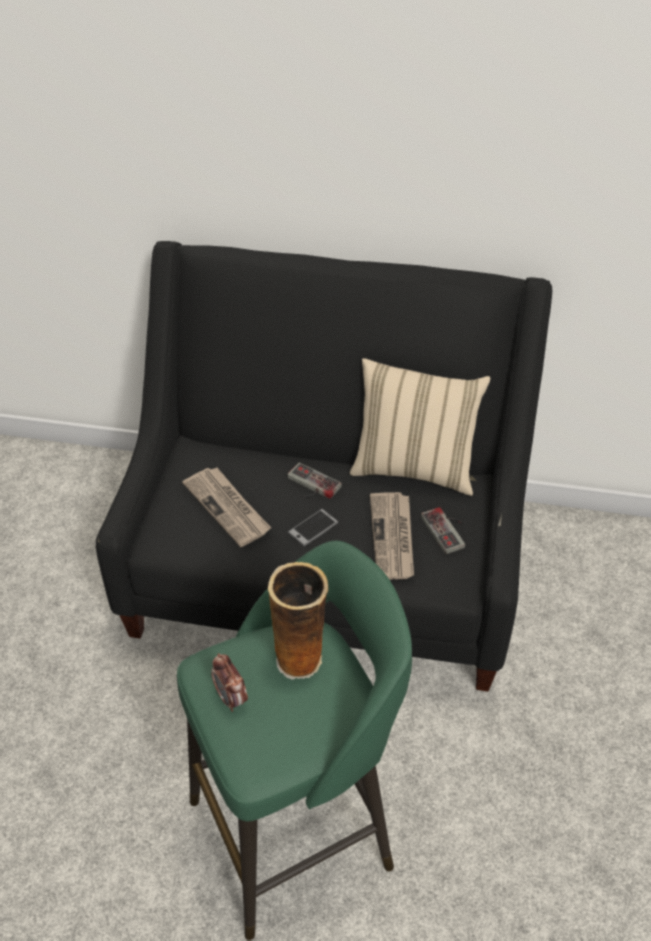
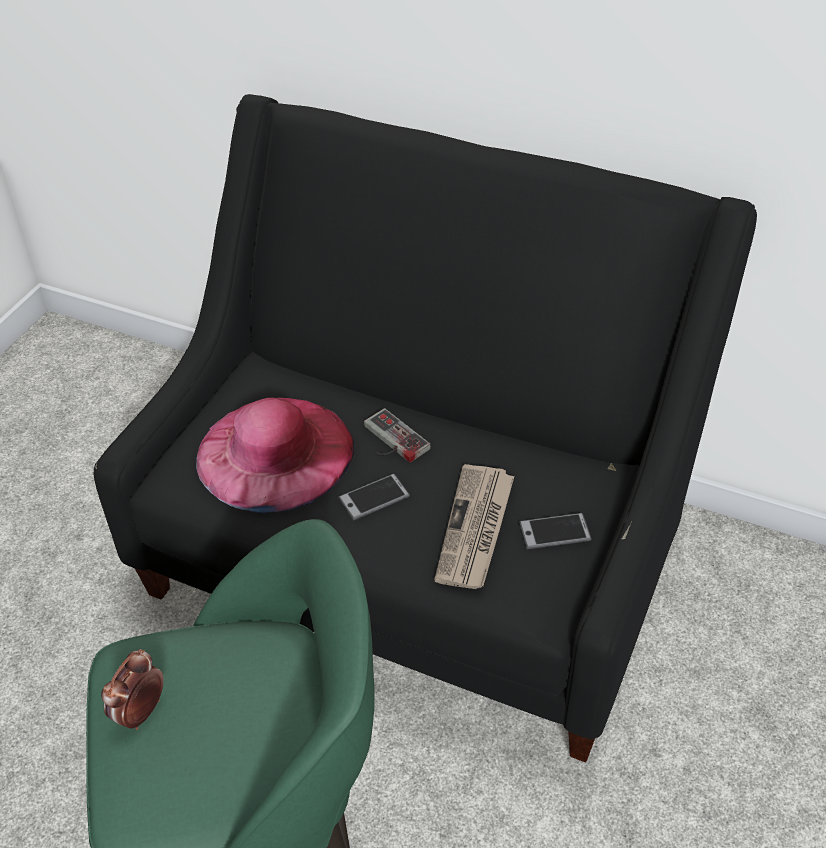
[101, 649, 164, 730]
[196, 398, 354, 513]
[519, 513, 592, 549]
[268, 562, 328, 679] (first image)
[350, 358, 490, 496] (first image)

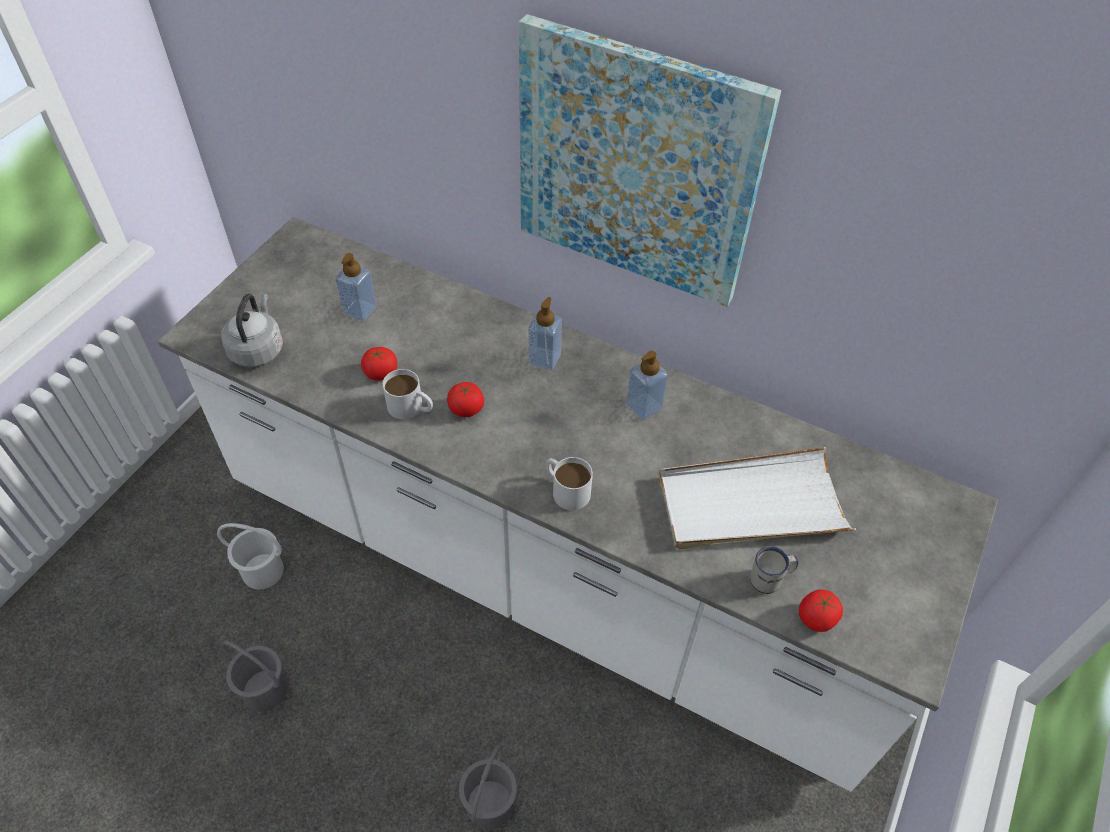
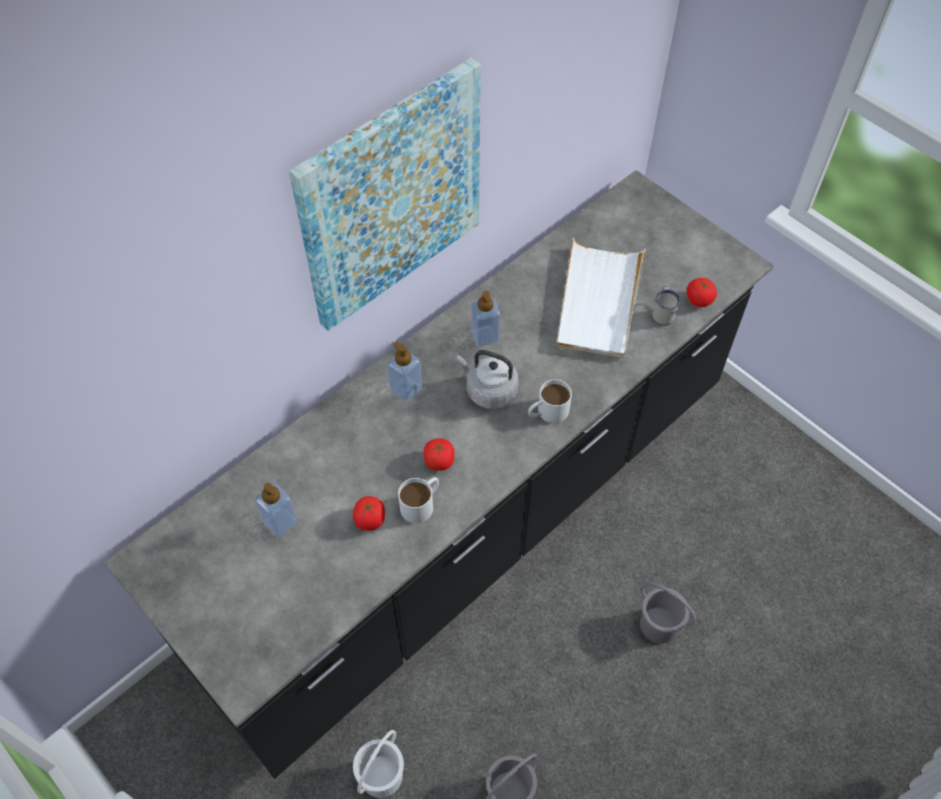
[104, 170, 774, 779]
[457, 350, 519, 409]

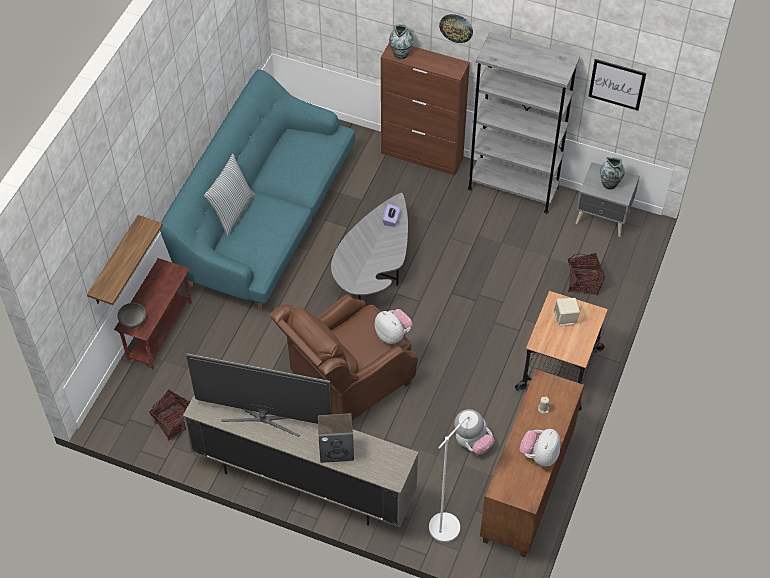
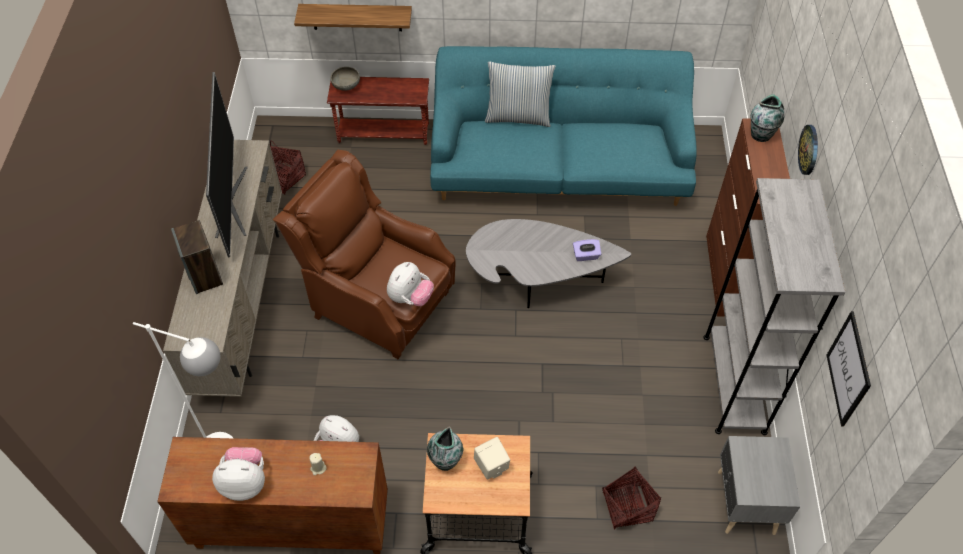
[427, 426, 463, 471]

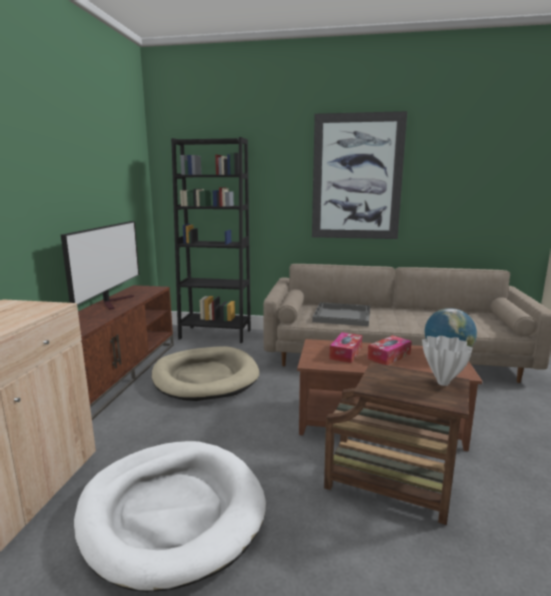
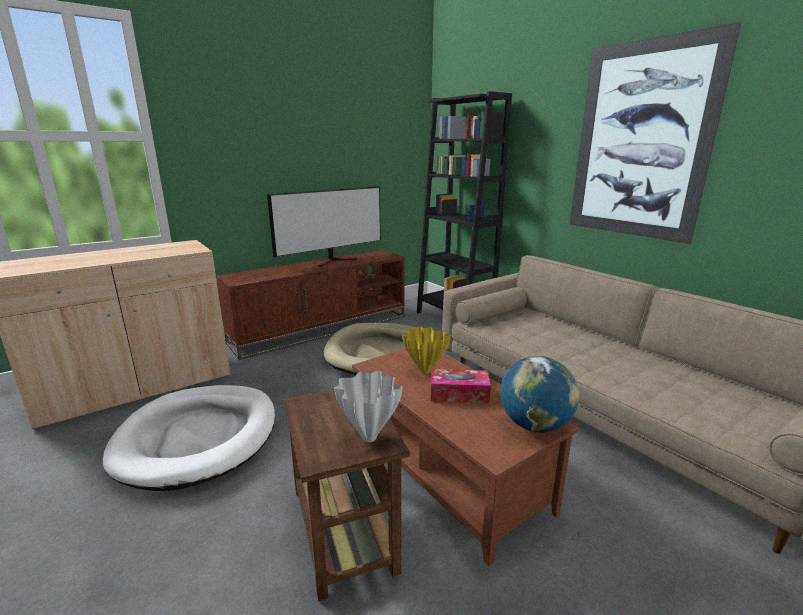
[402, 326, 451, 374]
[312, 302, 370, 326] (first image)

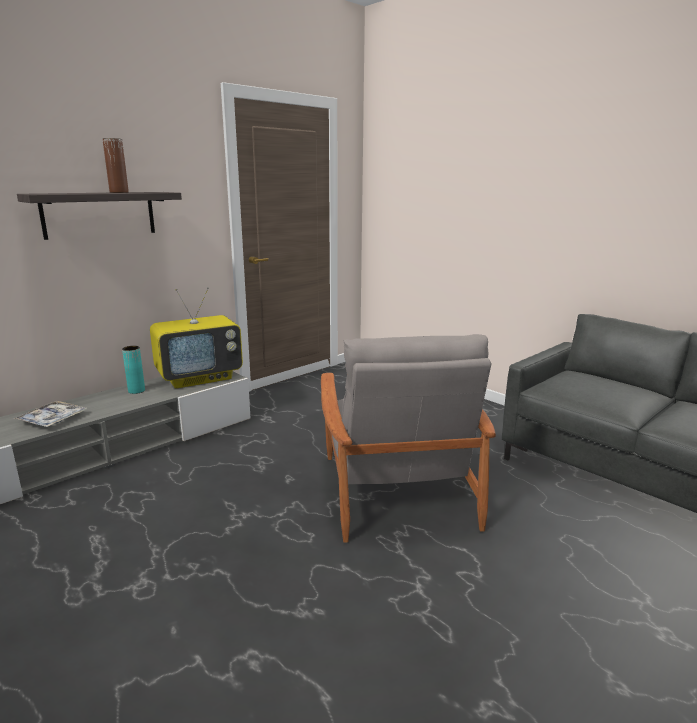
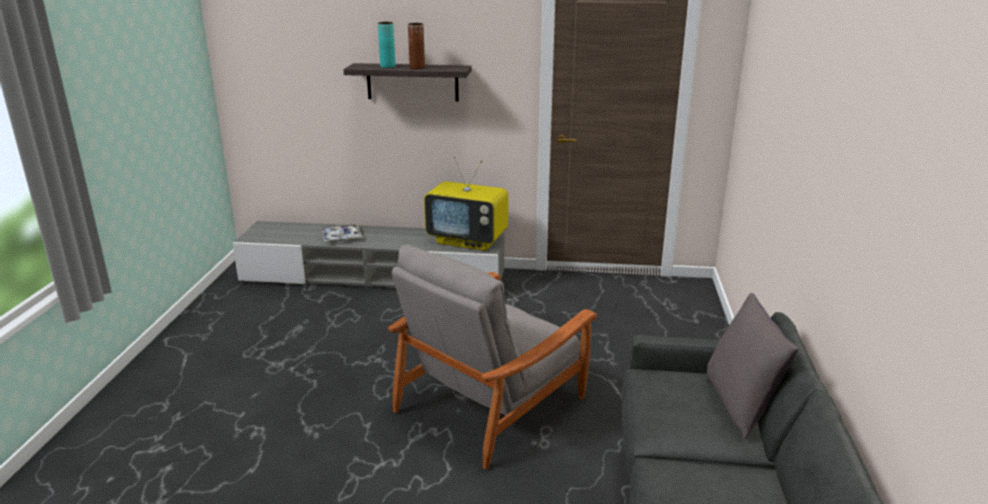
[378, 22, 395, 68]
[706, 293, 799, 440]

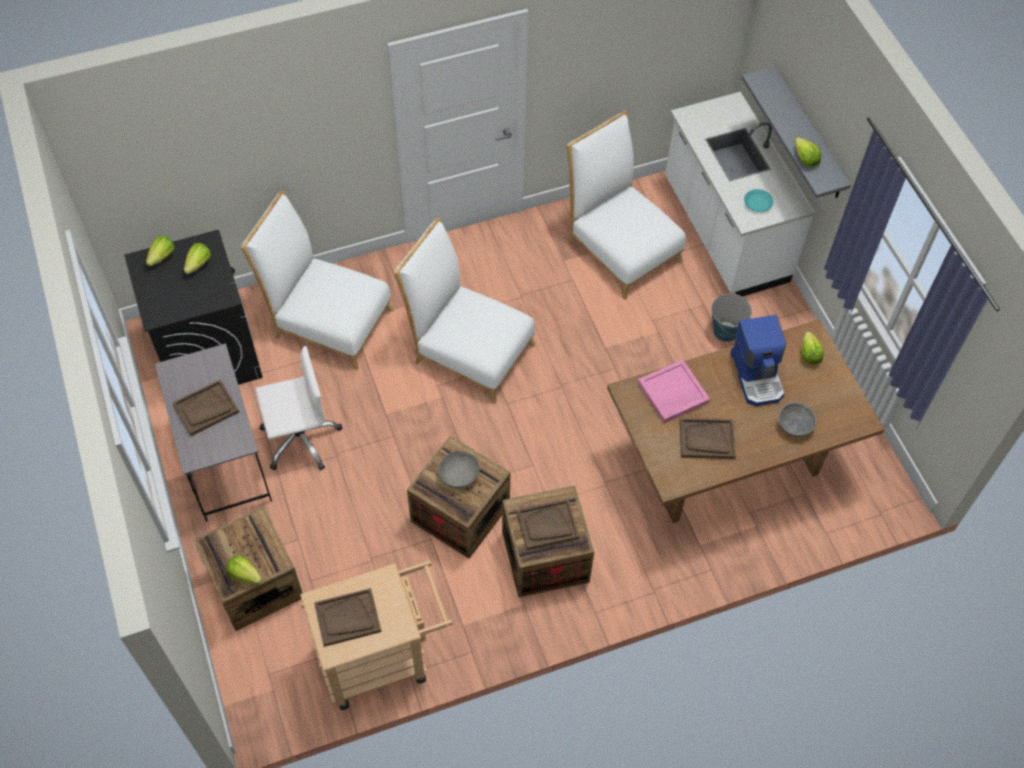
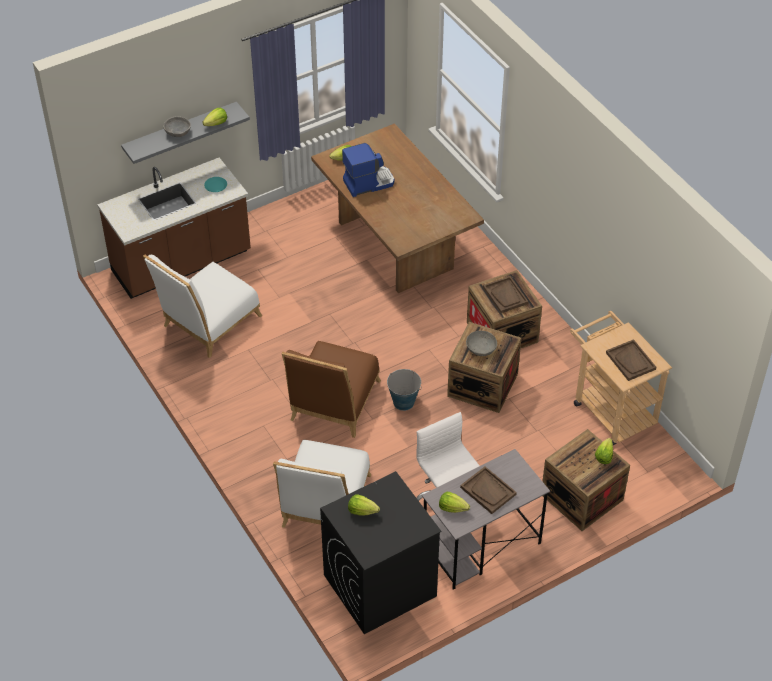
[97, 157, 251, 299]
[163, 116, 191, 137]
[281, 341, 381, 438]
[387, 369, 422, 411]
[439, 492, 470, 513]
[638, 360, 710, 423] (first image)
[679, 418, 736, 459] (first image)

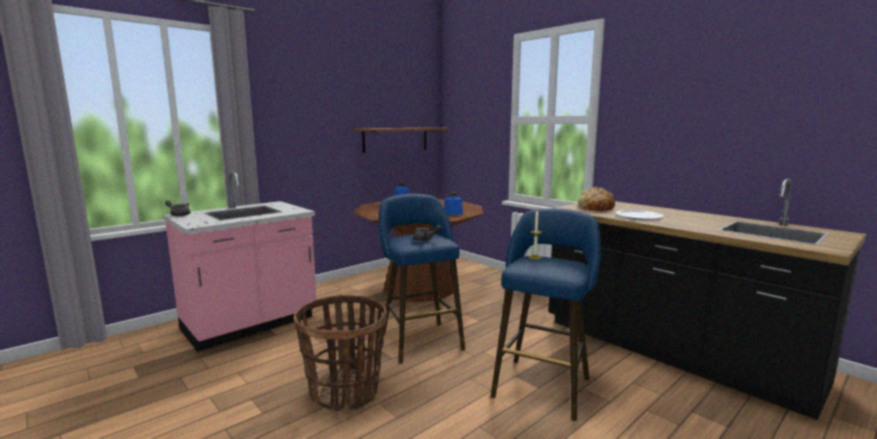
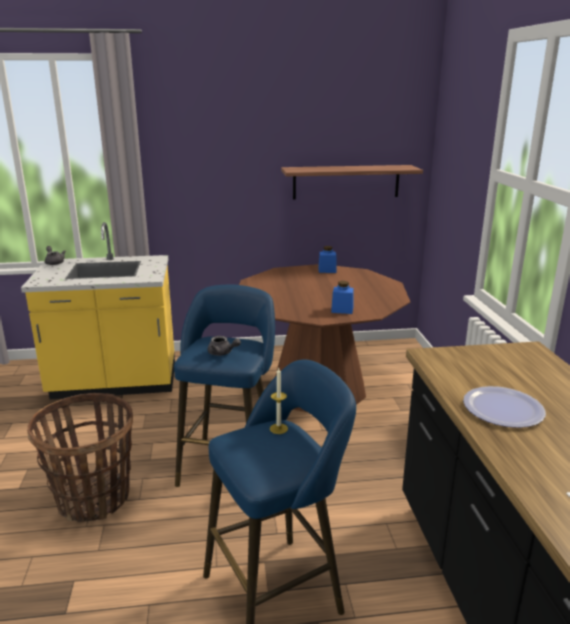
[21, 222, 175, 399]
[578, 187, 615, 211] (first image)

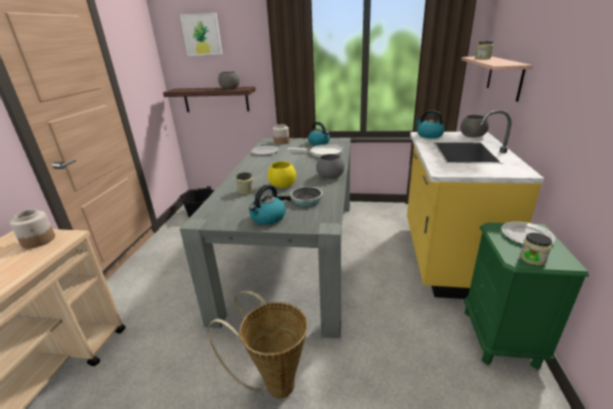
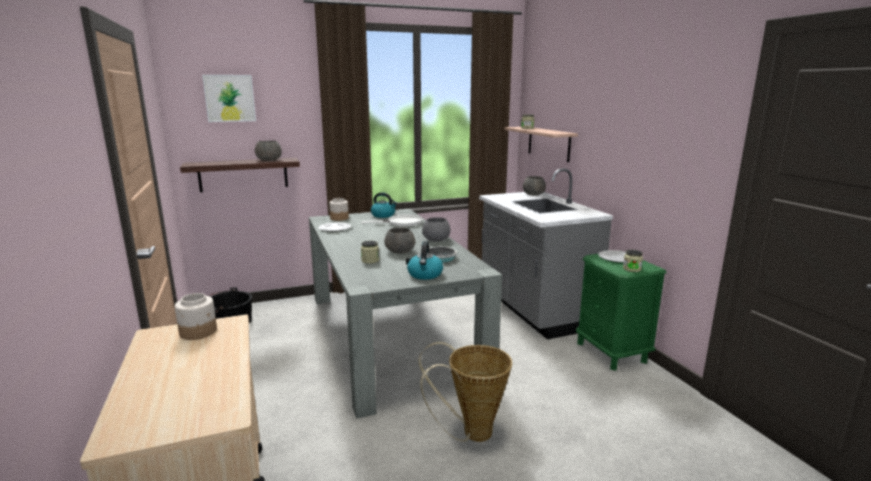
[385, 227, 415, 254]
[479, 168, 613, 340]
[414, 110, 445, 138] (first image)

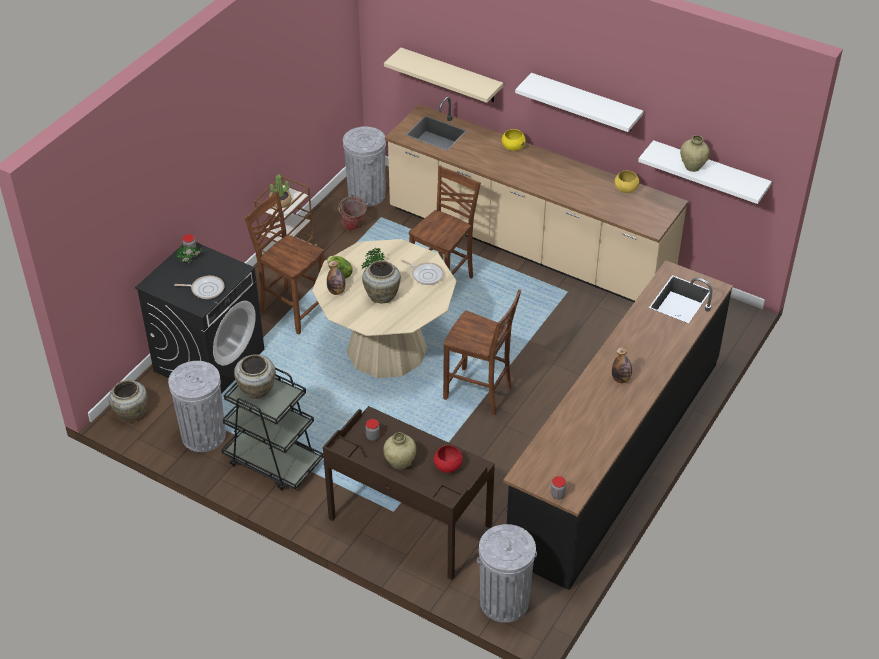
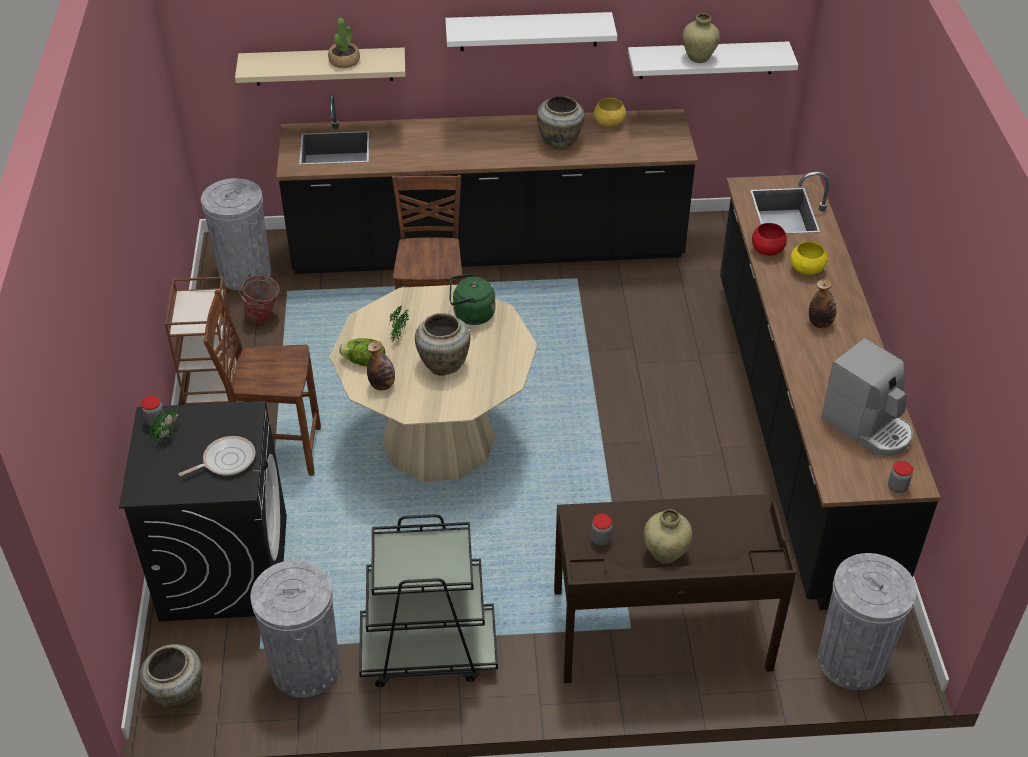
[276, 95, 698, 274]
[328, 18, 360, 68]
[450, 273, 495, 325]
[537, 96, 585, 149]
[752, 223, 787, 256]
[791, 242, 828, 275]
[821, 338, 913, 456]
[443, 289, 521, 415] (first image)

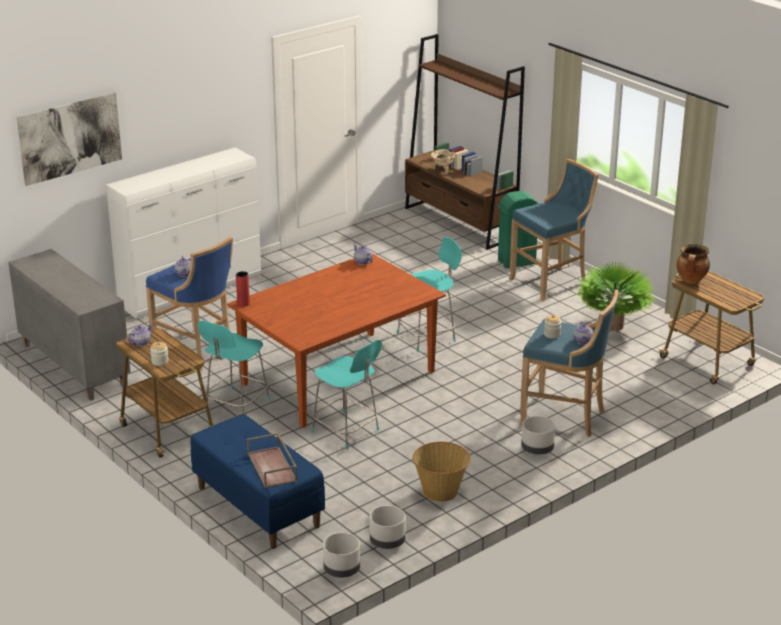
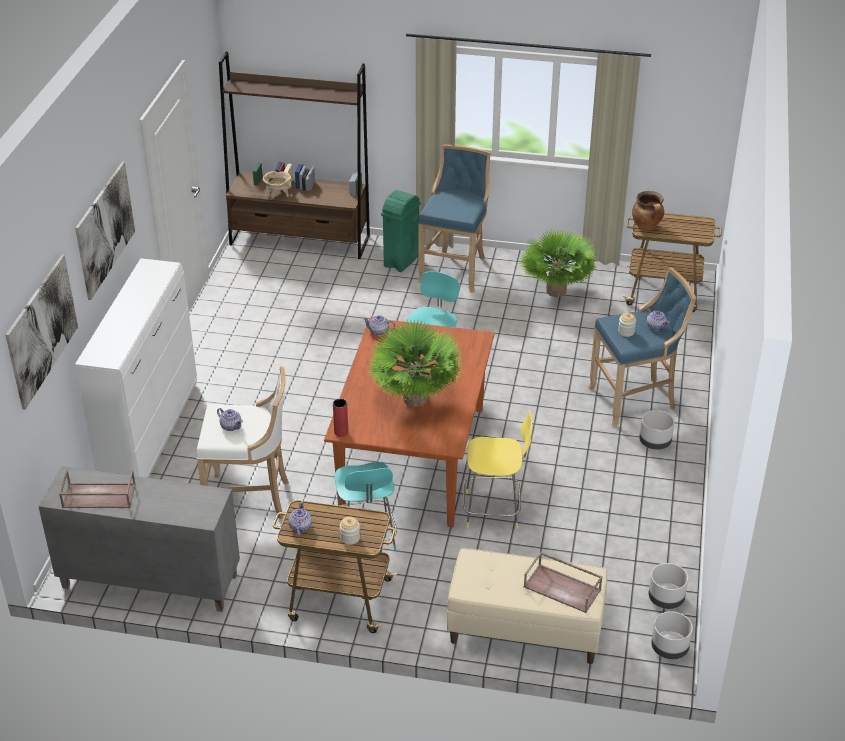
[59, 470, 136, 508]
[75, 162, 135, 300]
[196, 366, 289, 519]
[367, 319, 464, 407]
[447, 548, 607, 664]
[463, 410, 532, 528]
[413, 442, 471, 502] (first image)

